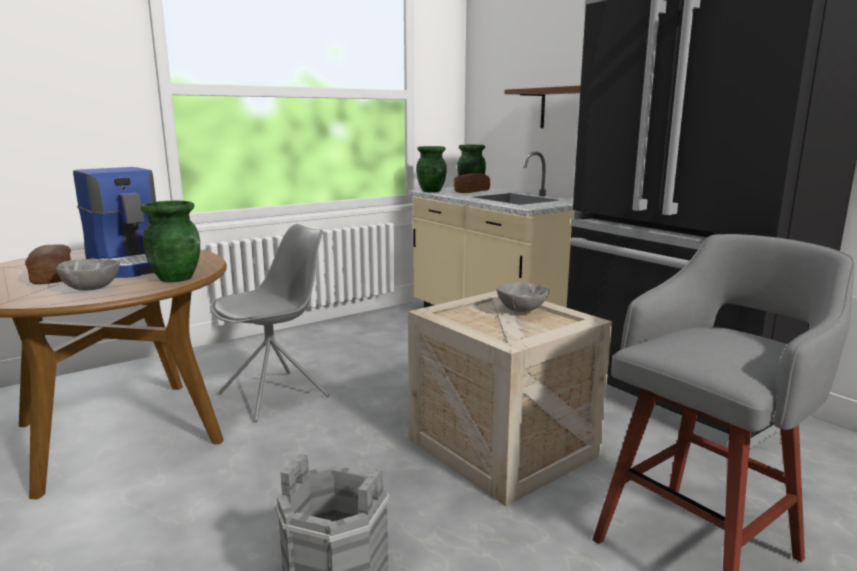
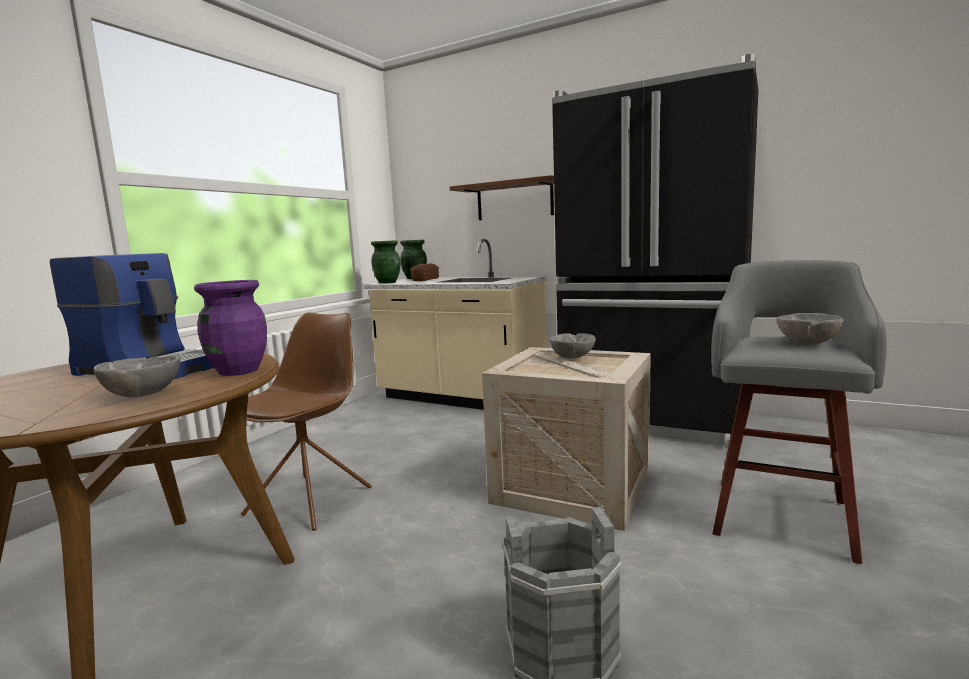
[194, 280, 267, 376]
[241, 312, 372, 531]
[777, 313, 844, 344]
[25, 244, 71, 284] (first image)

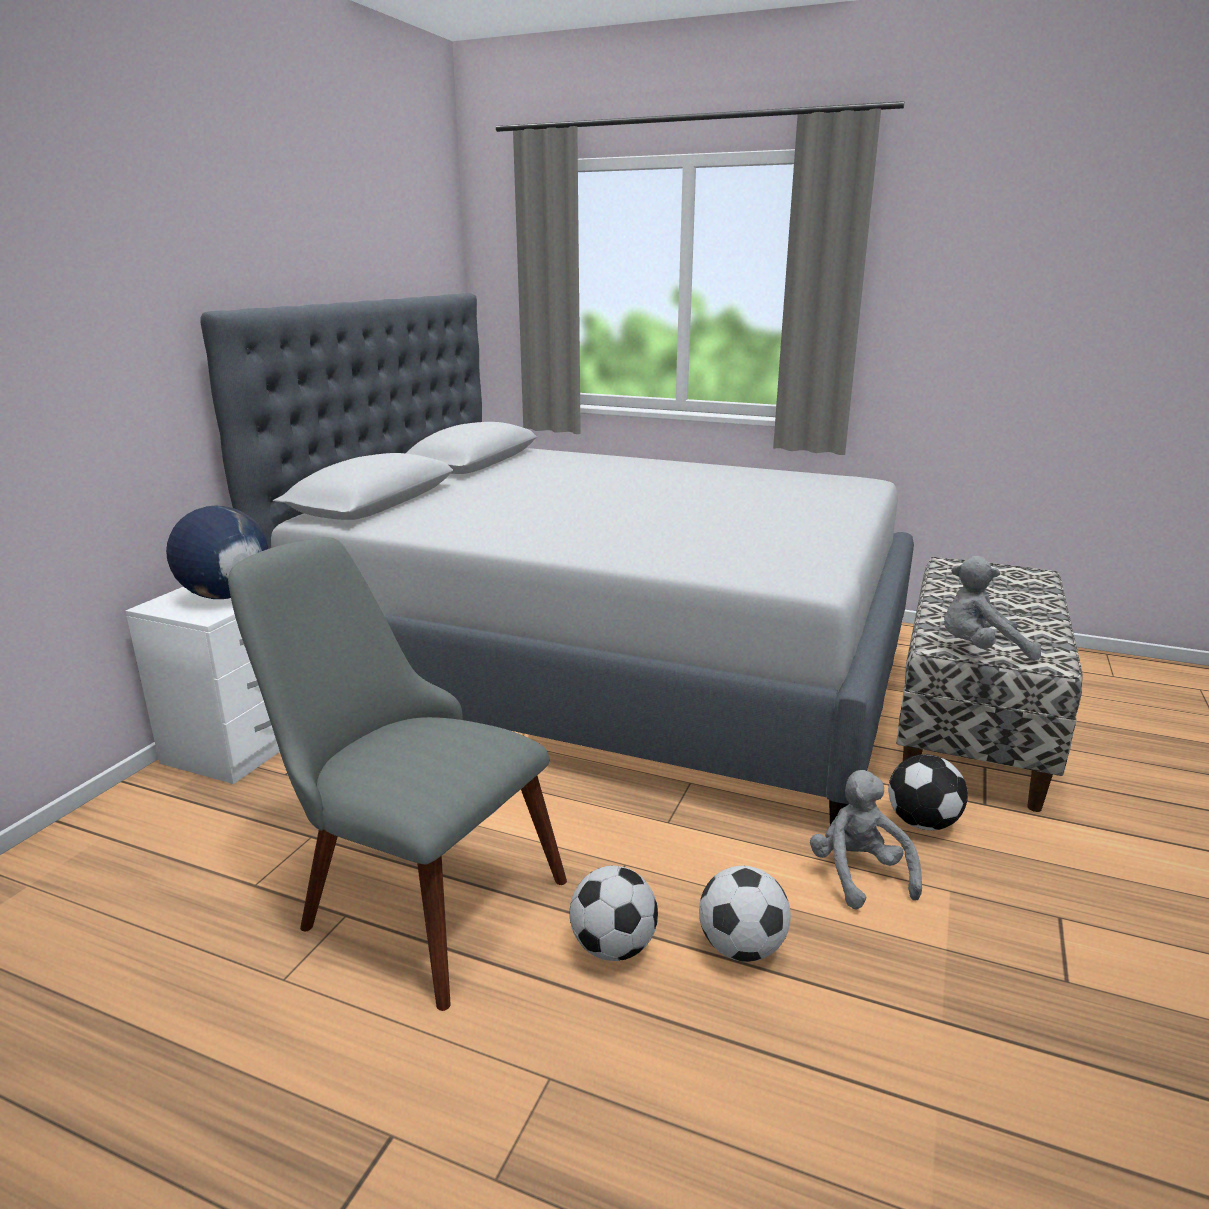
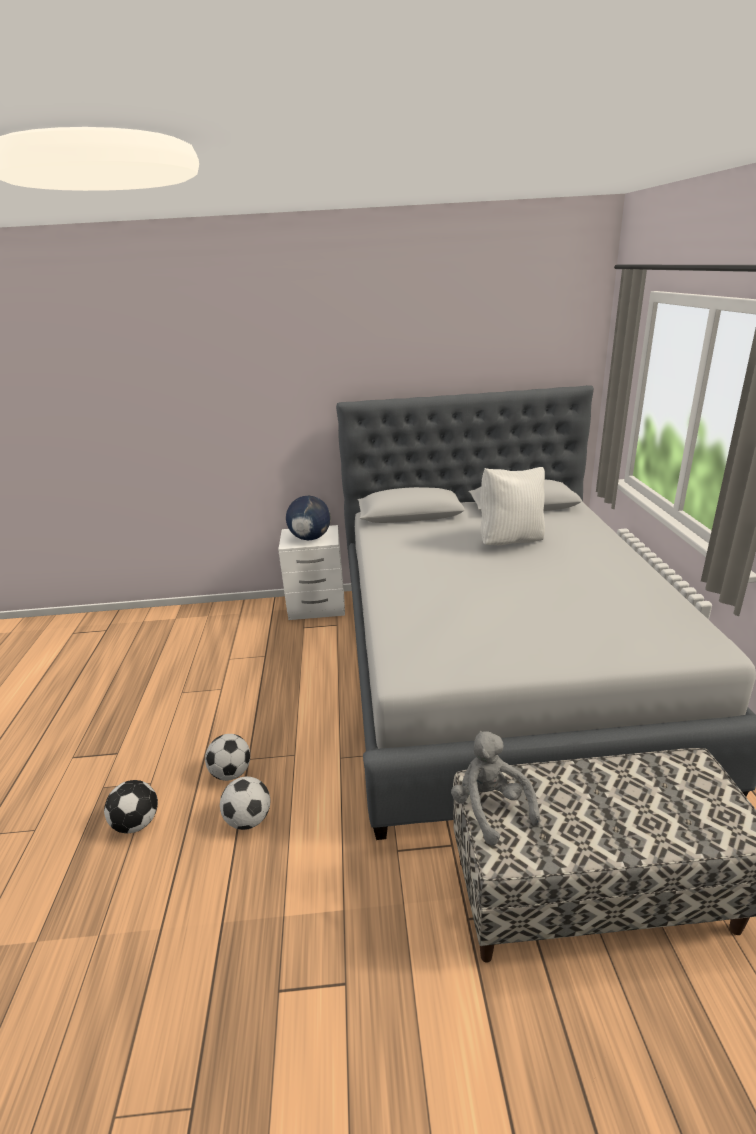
[104, 780, 158, 833]
[480, 467, 545, 545]
[228, 537, 567, 1011] (first image)
[810, 770, 922, 910] (first image)

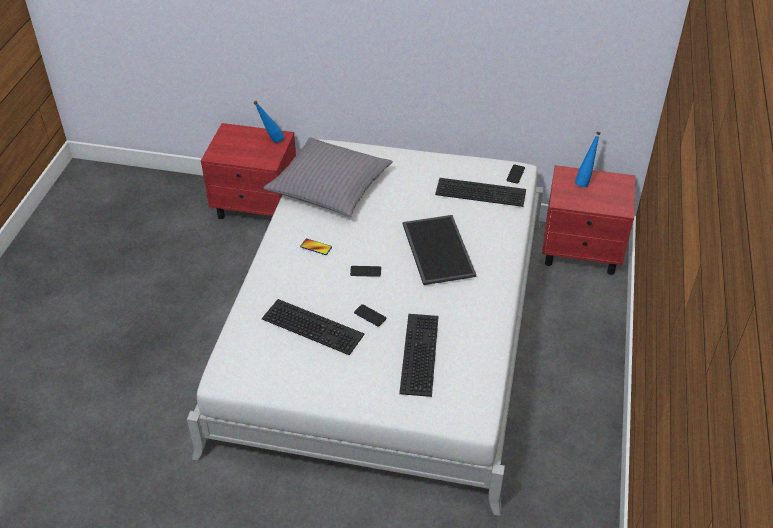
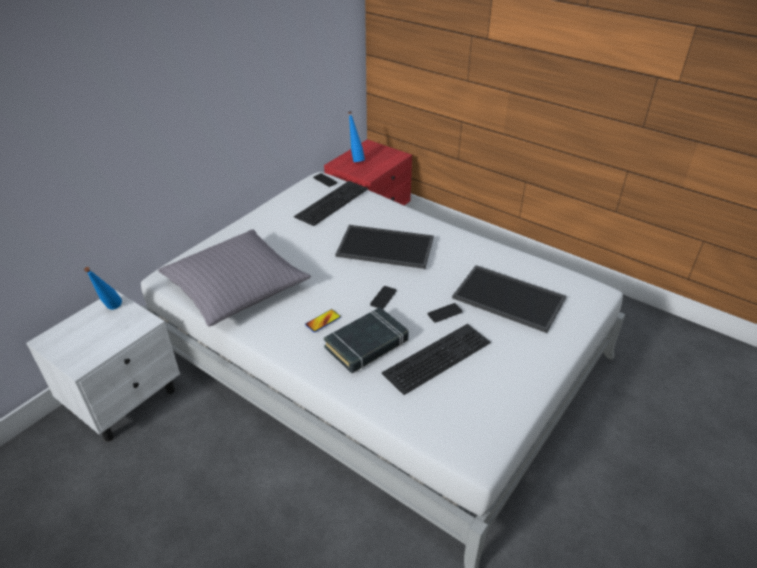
[26, 290, 180, 442]
[324, 307, 409, 373]
[452, 265, 566, 333]

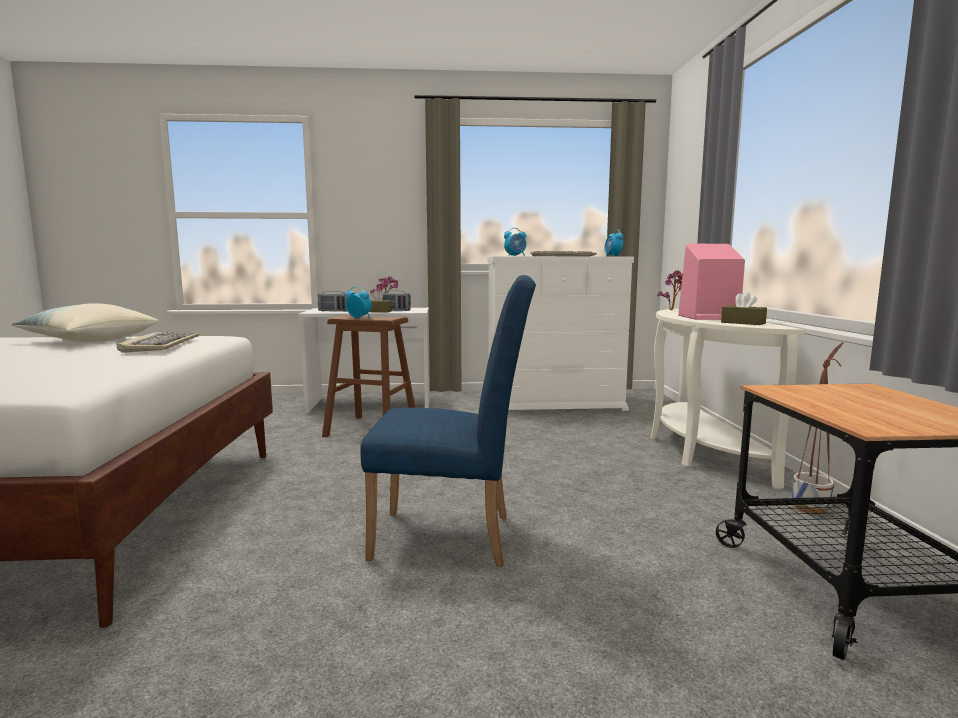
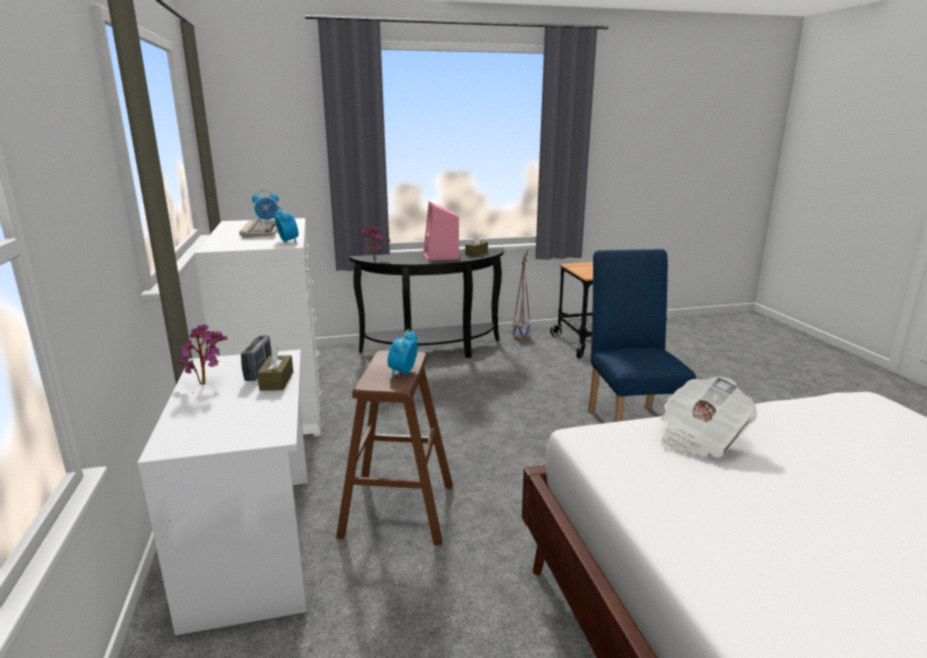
[349, 248, 504, 358]
[660, 377, 757, 458]
[12, 303, 159, 342] (first image)
[318, 291, 347, 312] (first image)

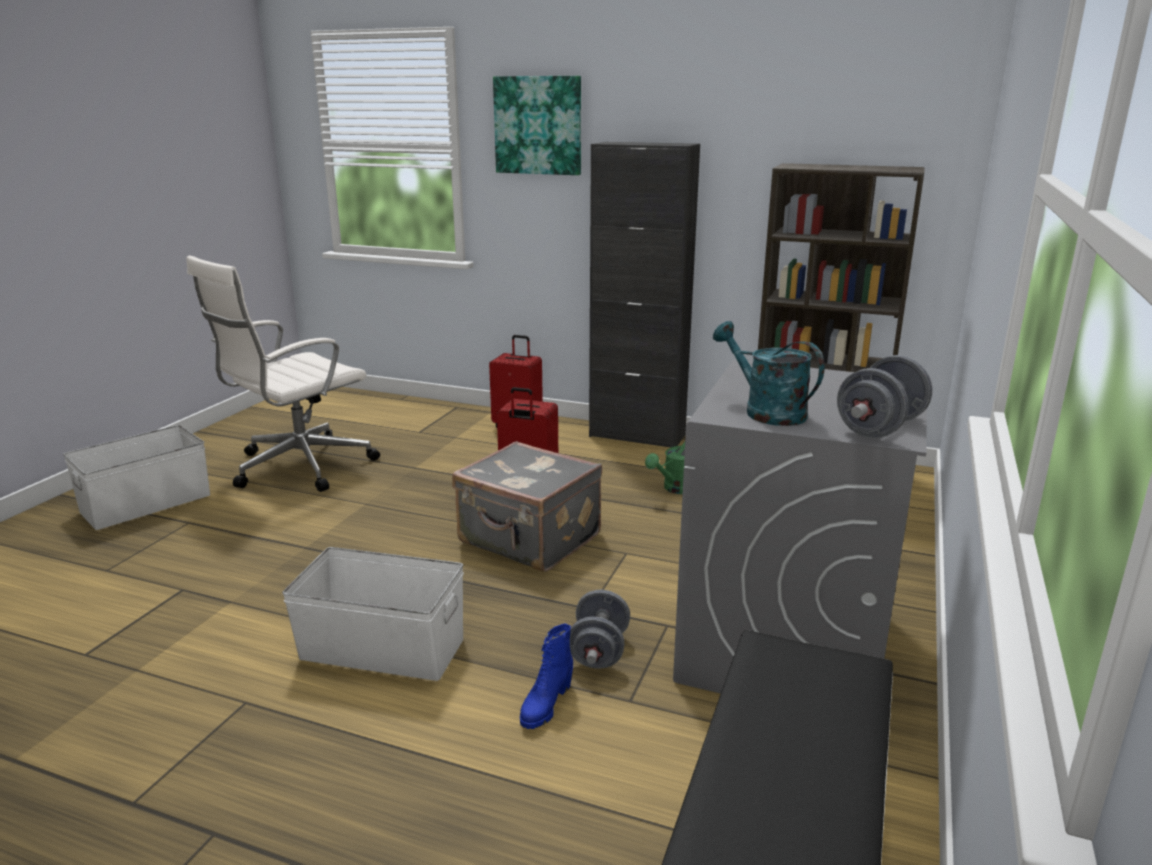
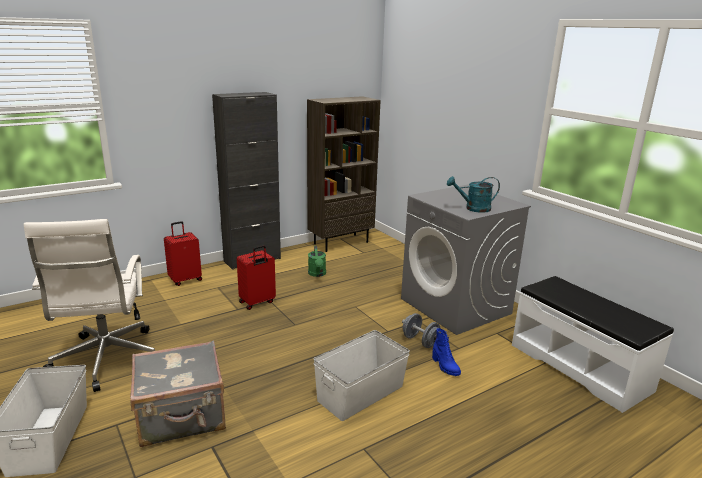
[130, 341, 226, 447]
[493, 76, 581, 175] (first image)
[837, 355, 932, 438] (first image)

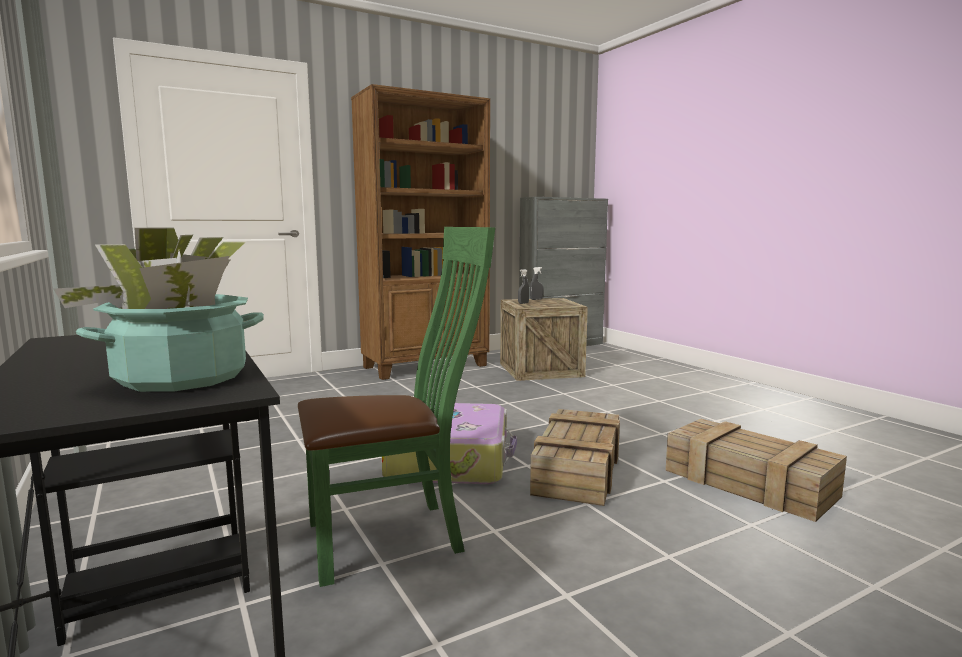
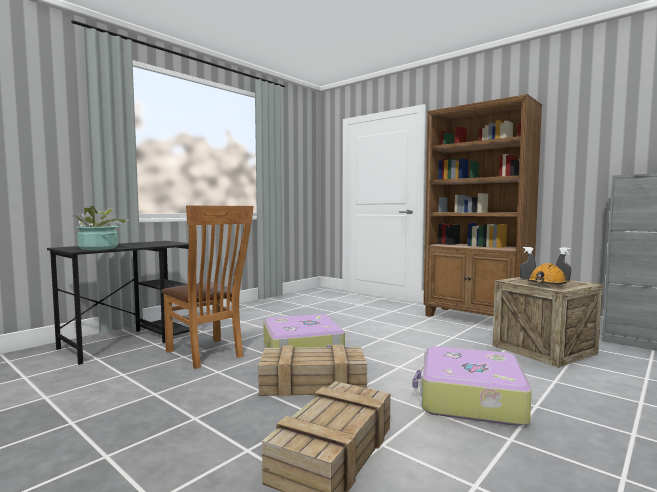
[161, 205, 253, 369]
[412, 346, 532, 426]
[528, 263, 568, 285]

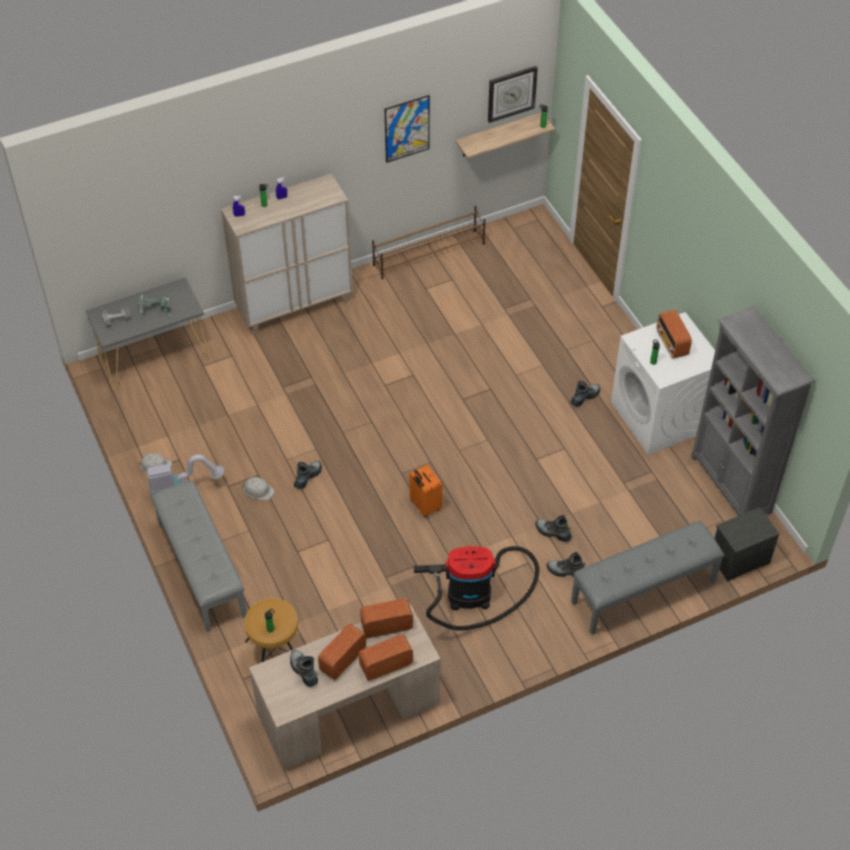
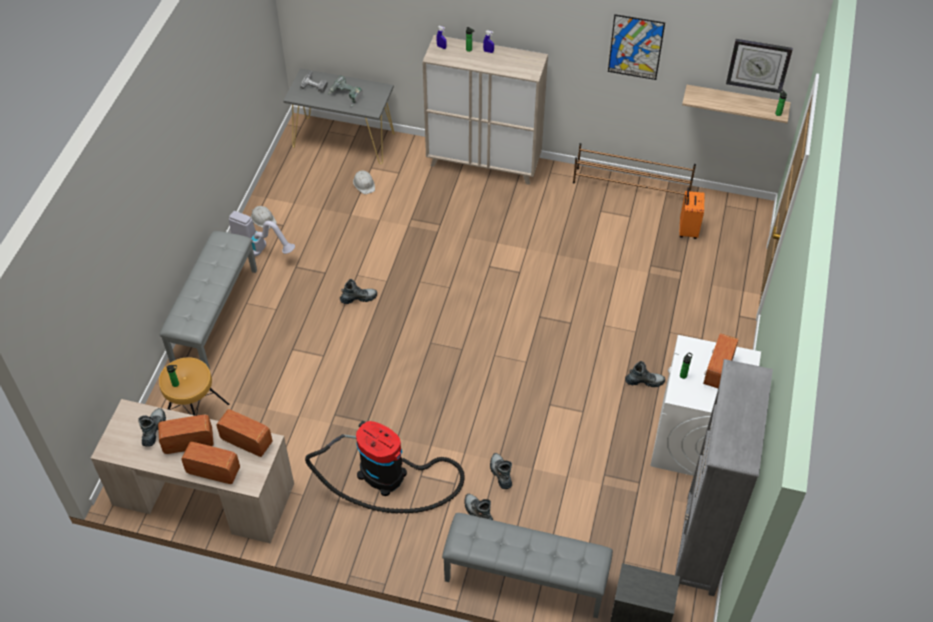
[353, 170, 375, 194]
[679, 188, 705, 239]

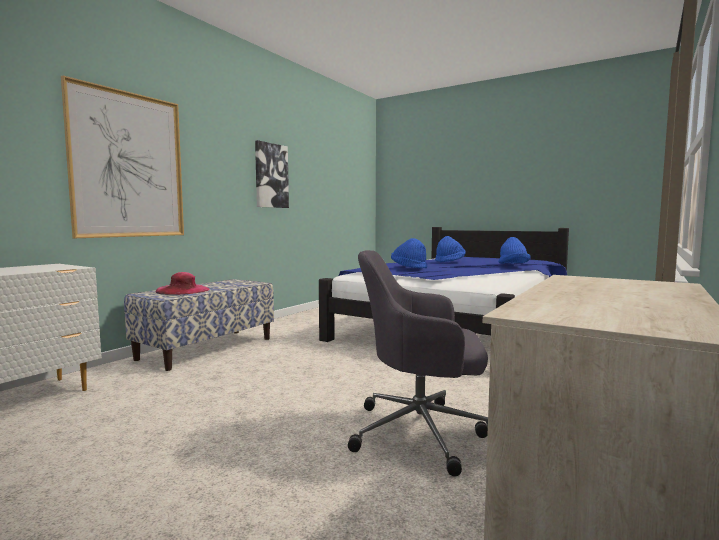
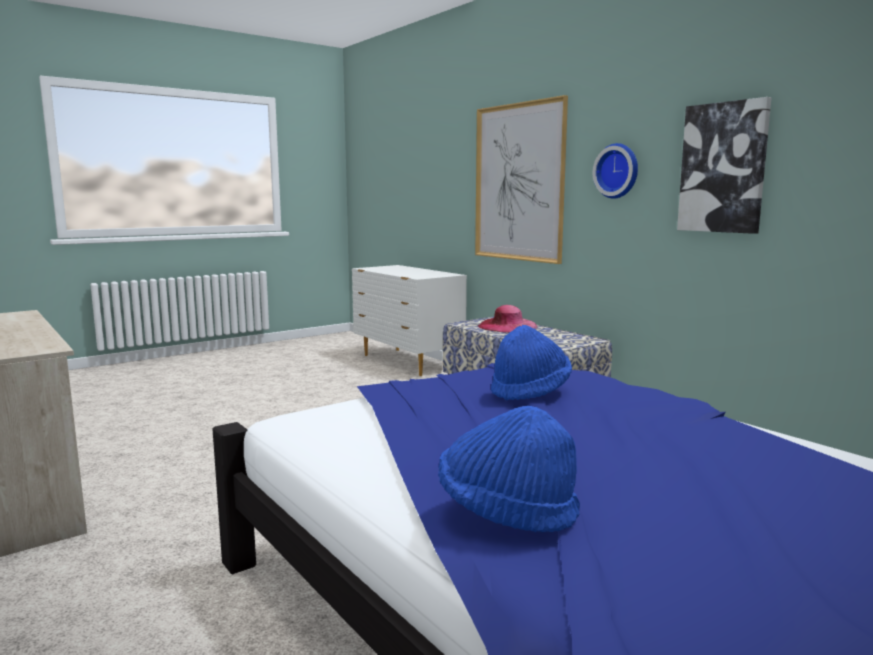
[593, 143, 638, 199]
[348, 250, 488, 477] (first image)
[435, 236, 466, 262] (first image)

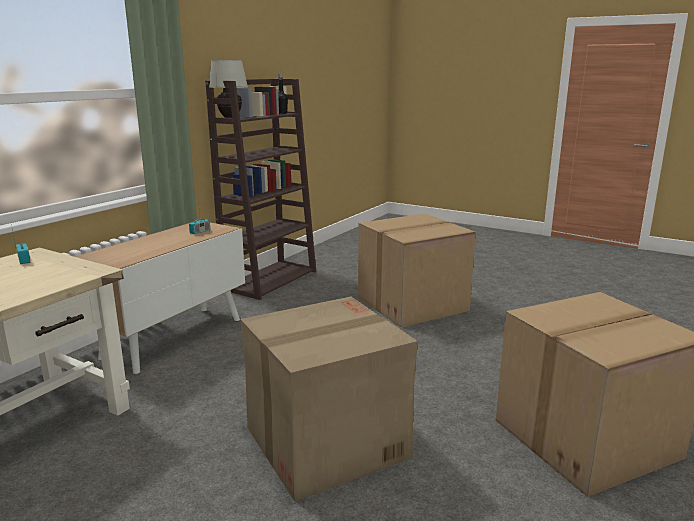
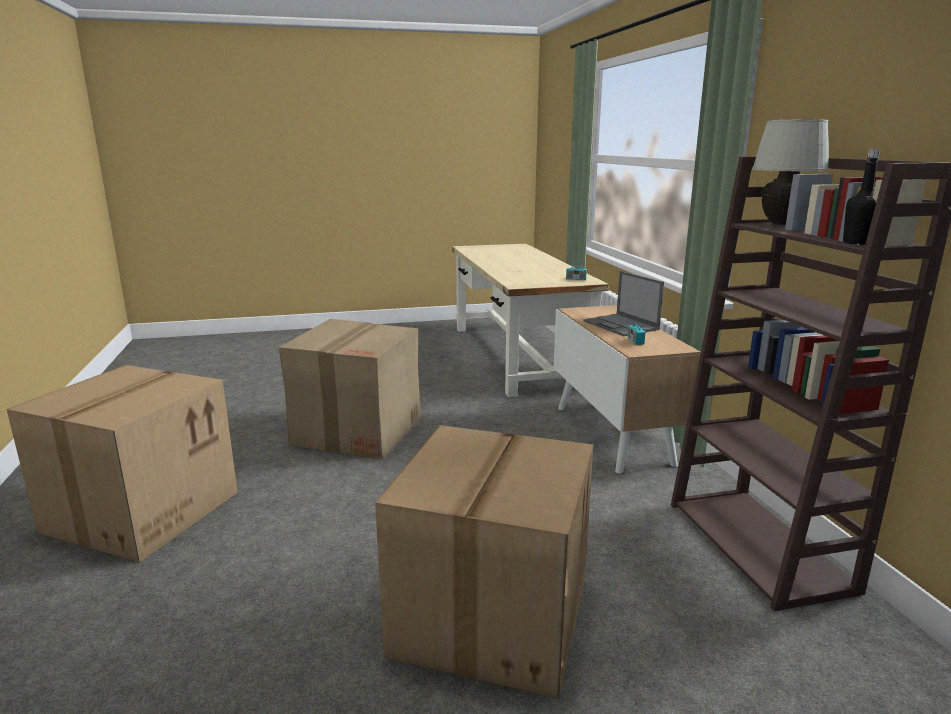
[583, 271, 664, 336]

